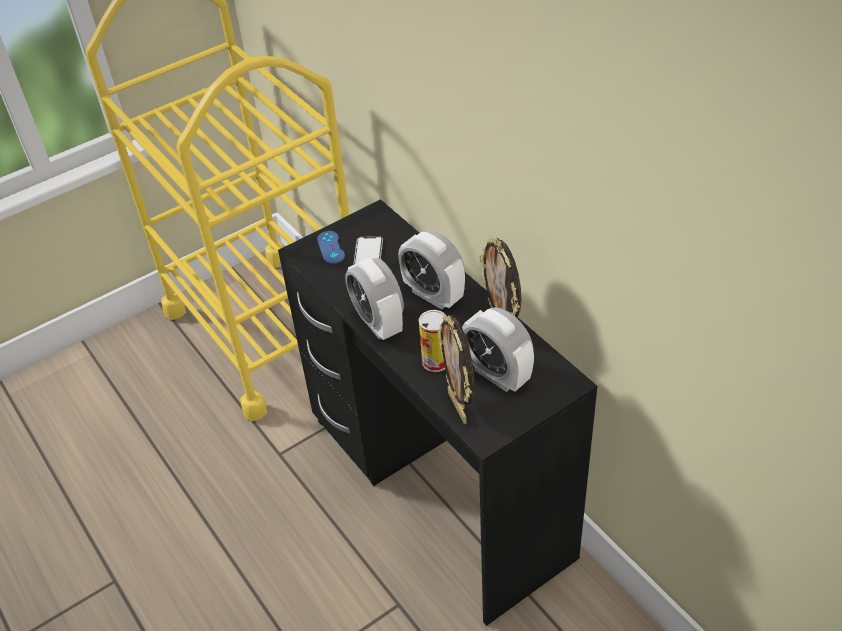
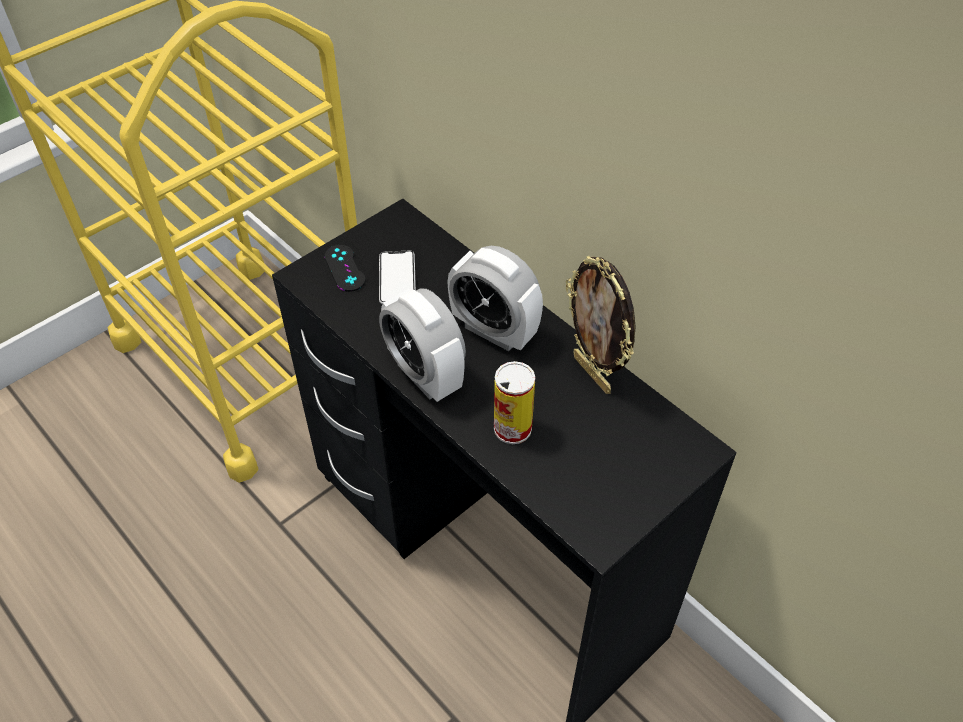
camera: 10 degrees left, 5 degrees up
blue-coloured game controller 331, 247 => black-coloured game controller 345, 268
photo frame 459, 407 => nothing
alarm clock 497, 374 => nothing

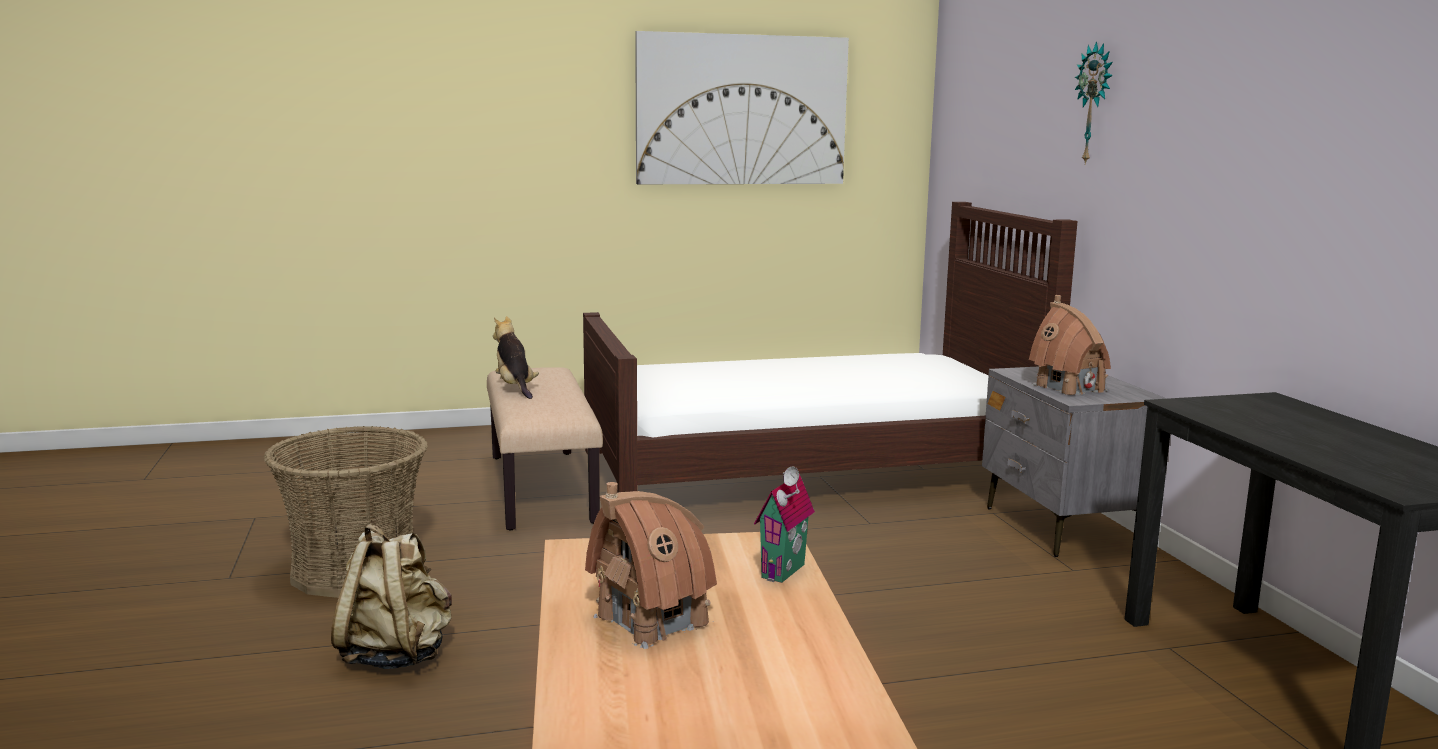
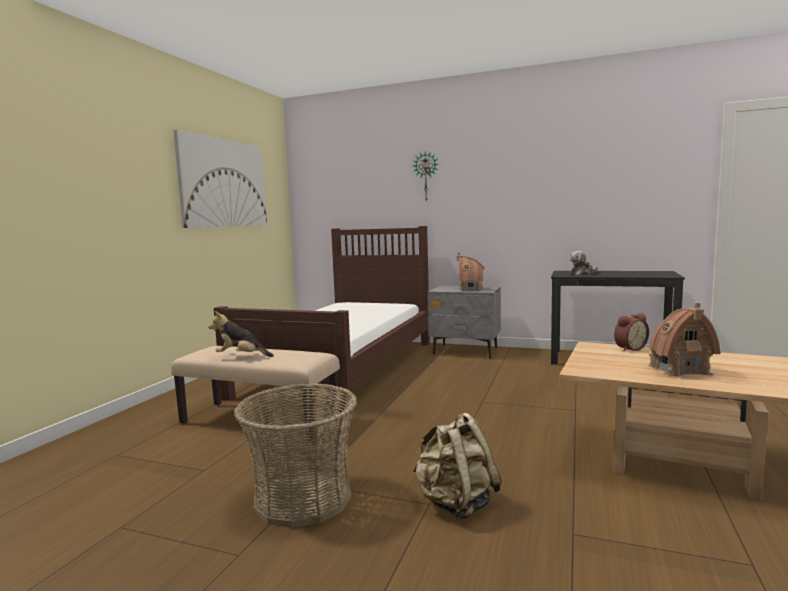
camera: 55 degrees left, 5 degrees down
toy house 786, 572 => alarm clock 629, 348
nothing => cuddly toy 582, 273

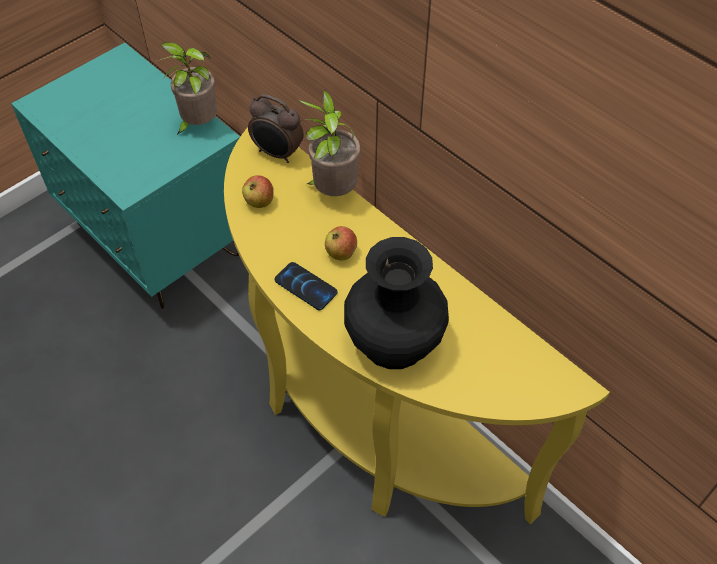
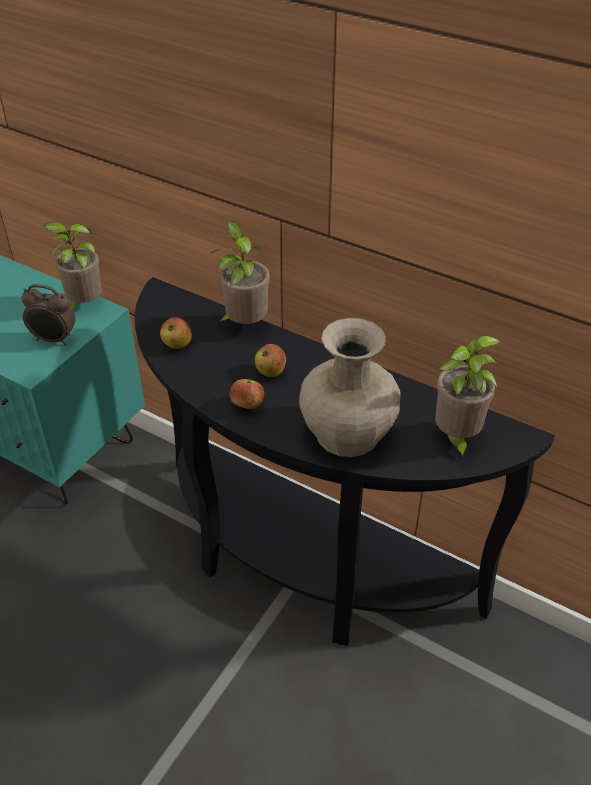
camera: 15 degrees left, 10 degrees down
yellow-coloured console table 365, 421 => black-coloured console table 300, 563
alarm clock 277, 154 => alarm clock 54, 340, moved
telephone 305, 286 => whole apple 247, 405
black-coloured flower vase 393, 342 => beige flower vase 347, 434
nothing => potted plant 456, 438

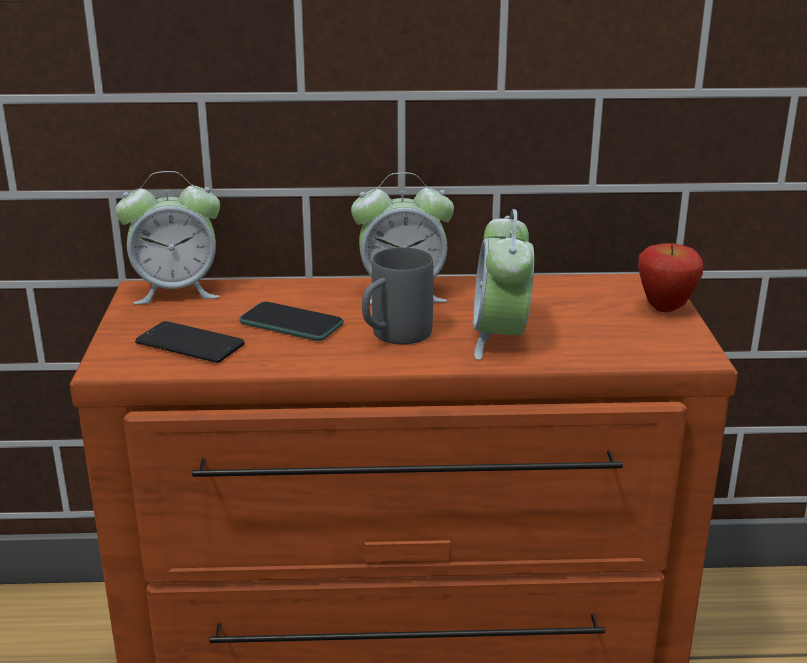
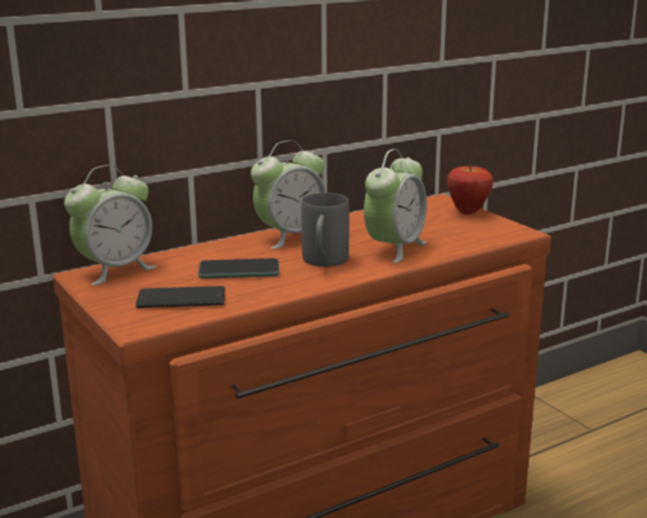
camera: 30 degrees left, 5 degrees down
alarm clock 500, 339 => alarm clock 395, 248, 120 degrees counterclockwise

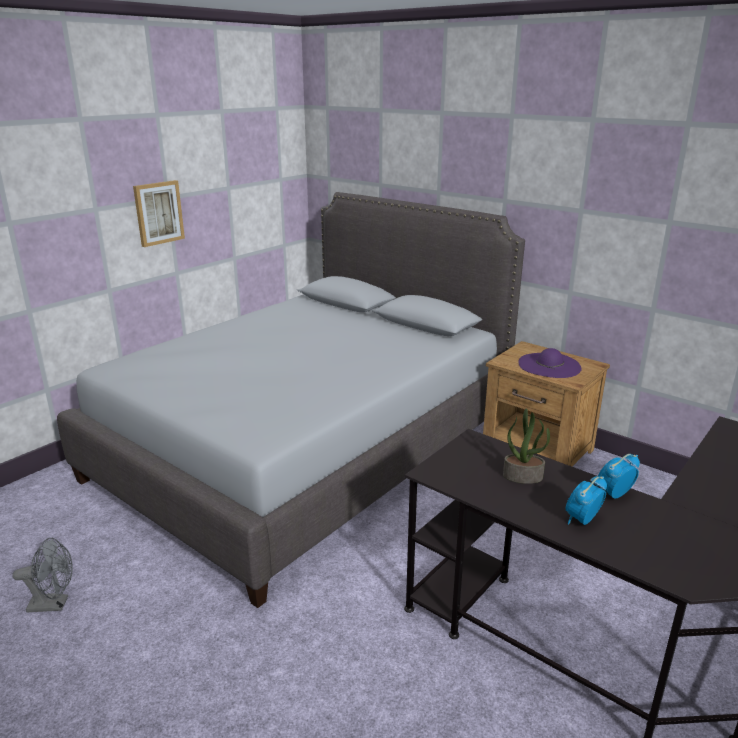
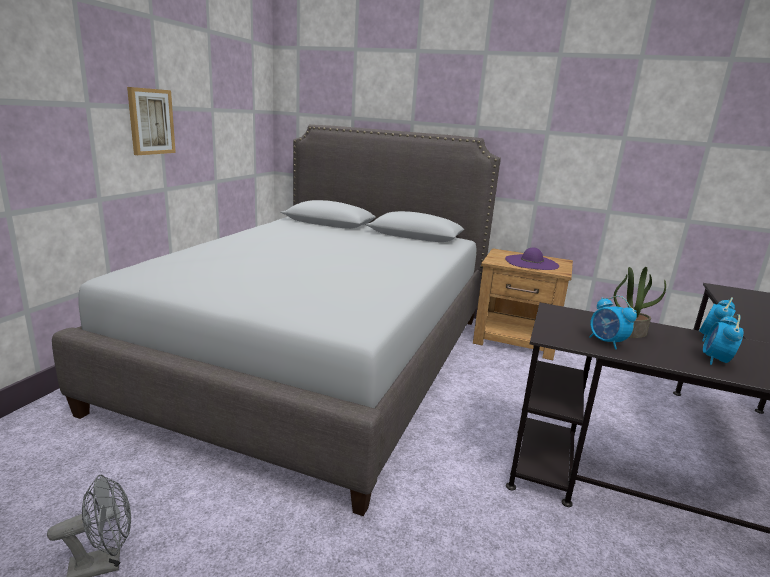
camera: 20 degrees left, 5 degrees down
nothing => alarm clock 606, 342

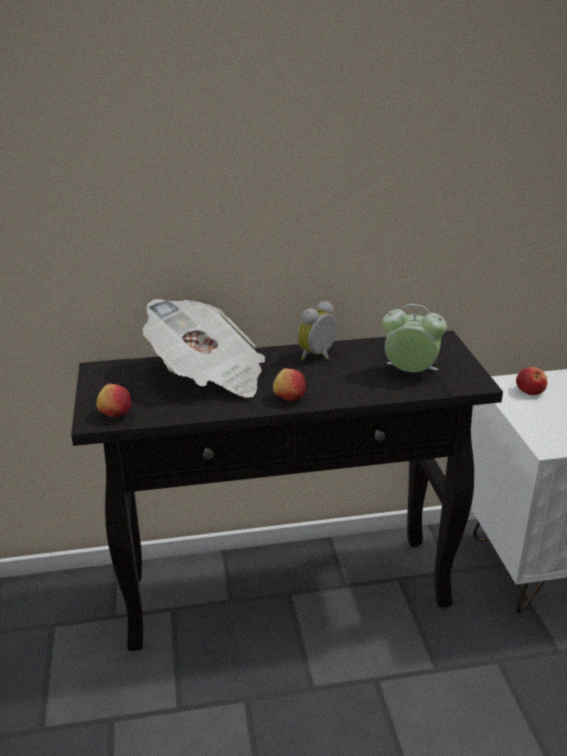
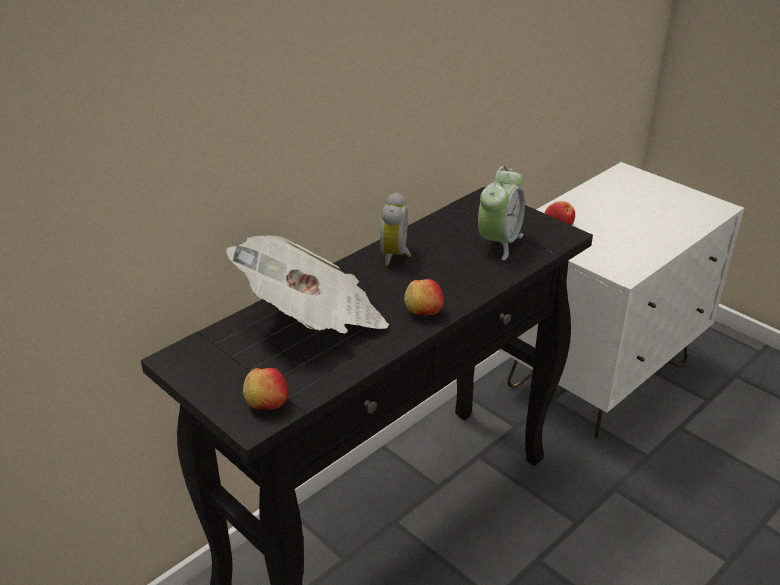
camera: 35 degrees left, 5 degrees up
alarm clock 410, 372 => alarm clock 499, 243, 135 degrees clockwise

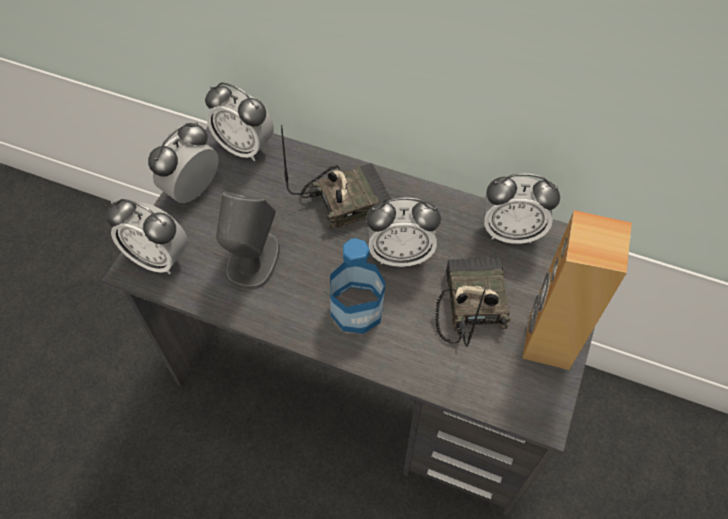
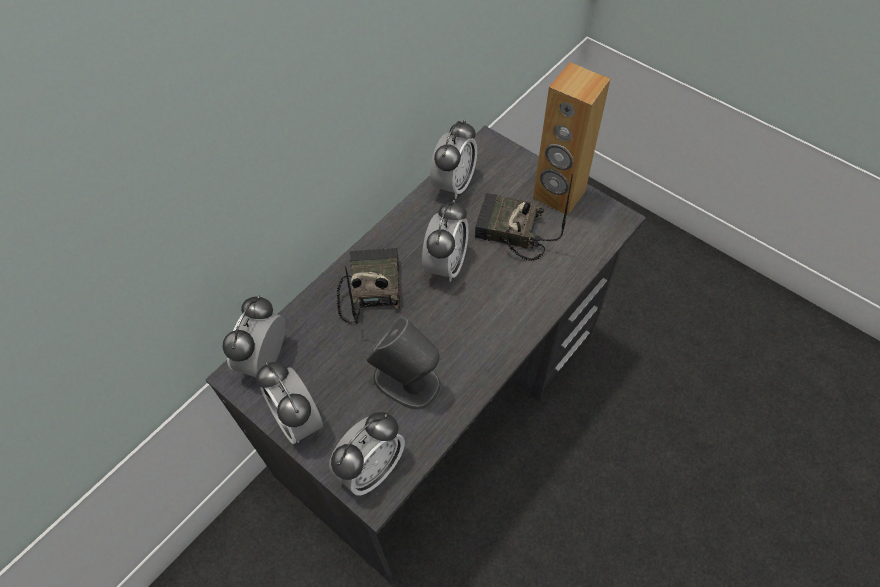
camera: 70 degrees left, 0 degrees up
alarm clock 245, 147 => alarm clock 265, 359, 150 degrees clockwise
drink bottle 357, 310 => nothing

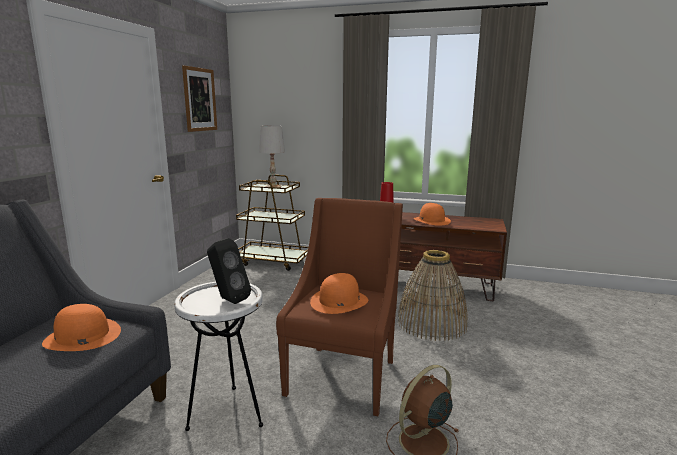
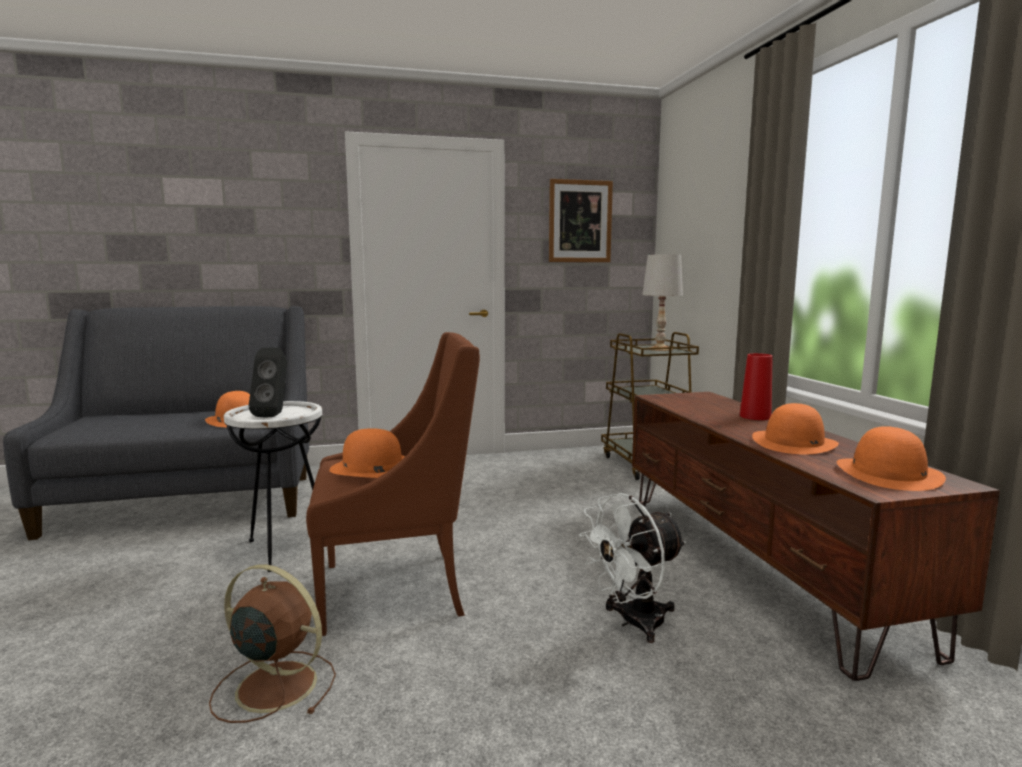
camera: 60 degrees right, 5 degrees down
storage basket 431, 323 => white electric fan 632, 622
nothing => orange clothing hat 888, 473

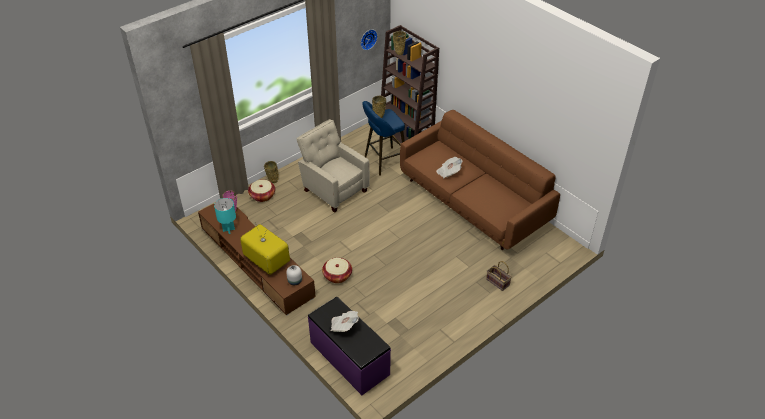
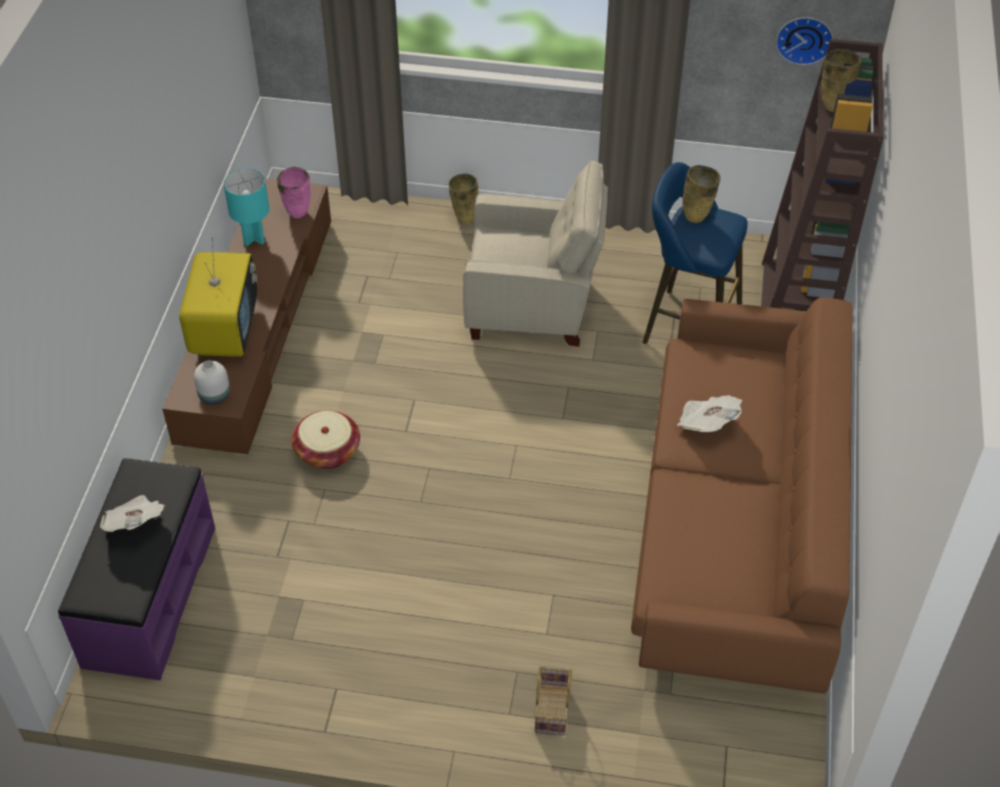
camera: 50 degrees right, 5 degrees up
storage basket 262, 196 => nothing
beige lounge chair 334, 189 => beige lounge chair 534, 307, 90 degrees clockwise

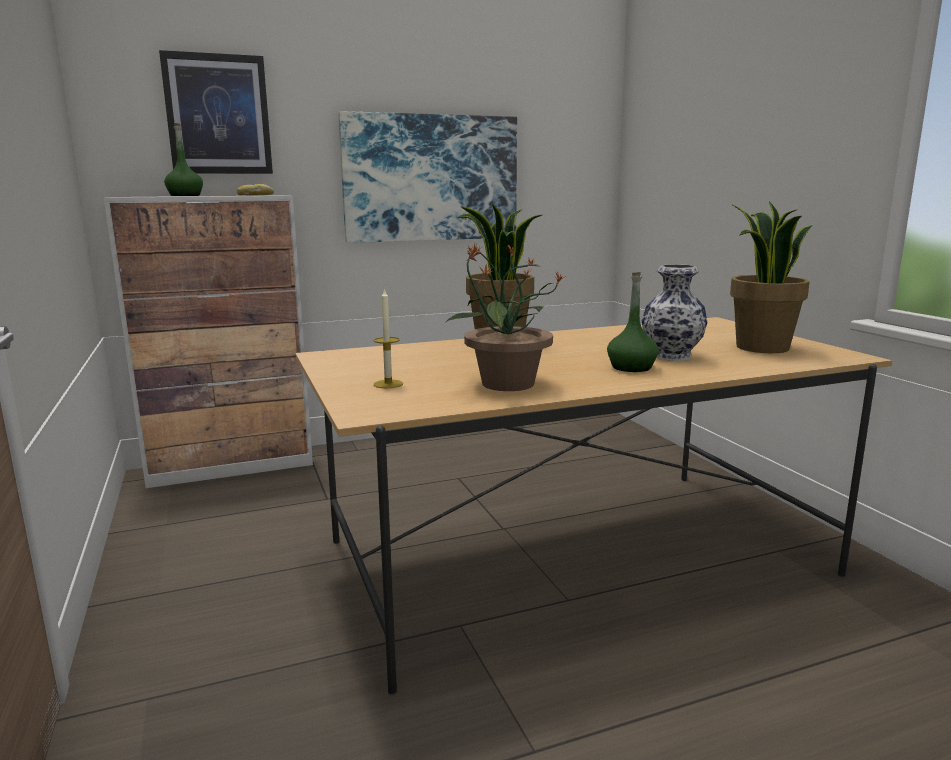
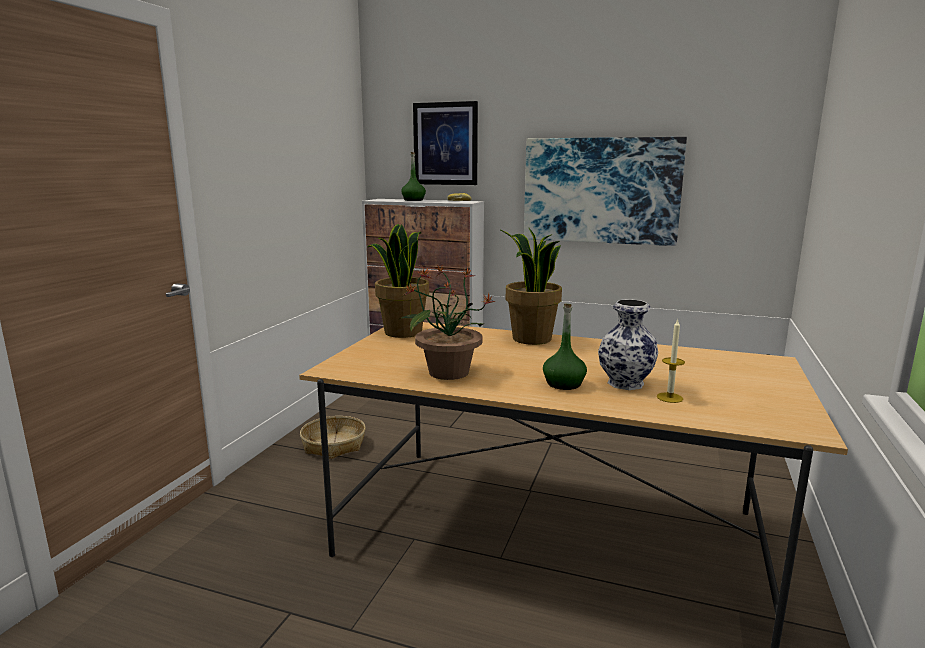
camera: 40 degrees right, 0 degrees up
wax candle 388, 384 => wax candle 669, 397, moved
potted plant 761, 347 => potted plant 402, 332, moved
nothing => storage basket 334, 445

